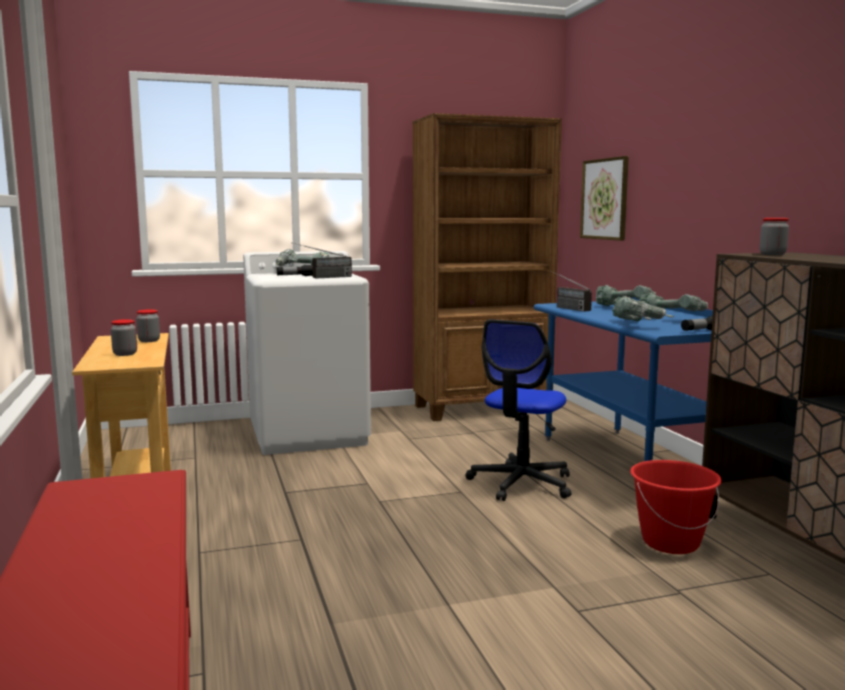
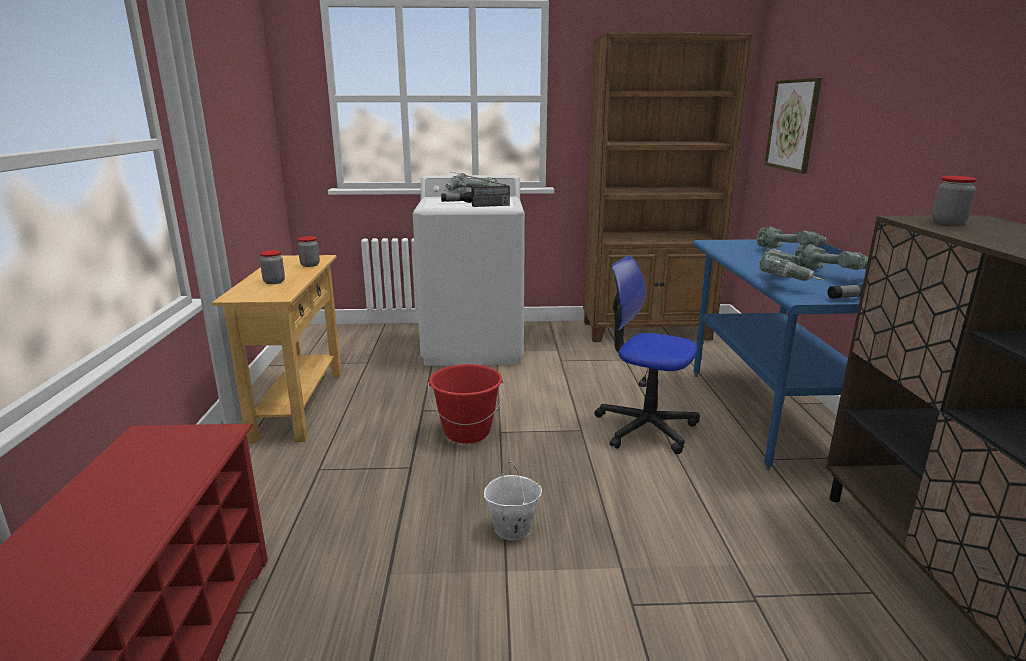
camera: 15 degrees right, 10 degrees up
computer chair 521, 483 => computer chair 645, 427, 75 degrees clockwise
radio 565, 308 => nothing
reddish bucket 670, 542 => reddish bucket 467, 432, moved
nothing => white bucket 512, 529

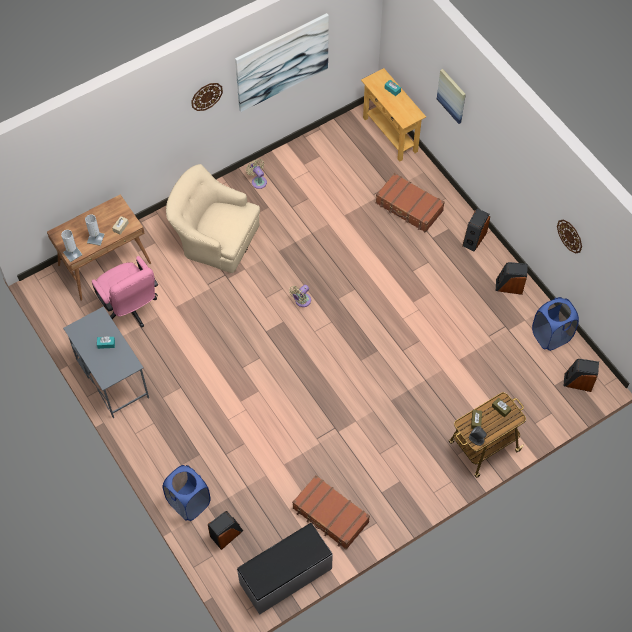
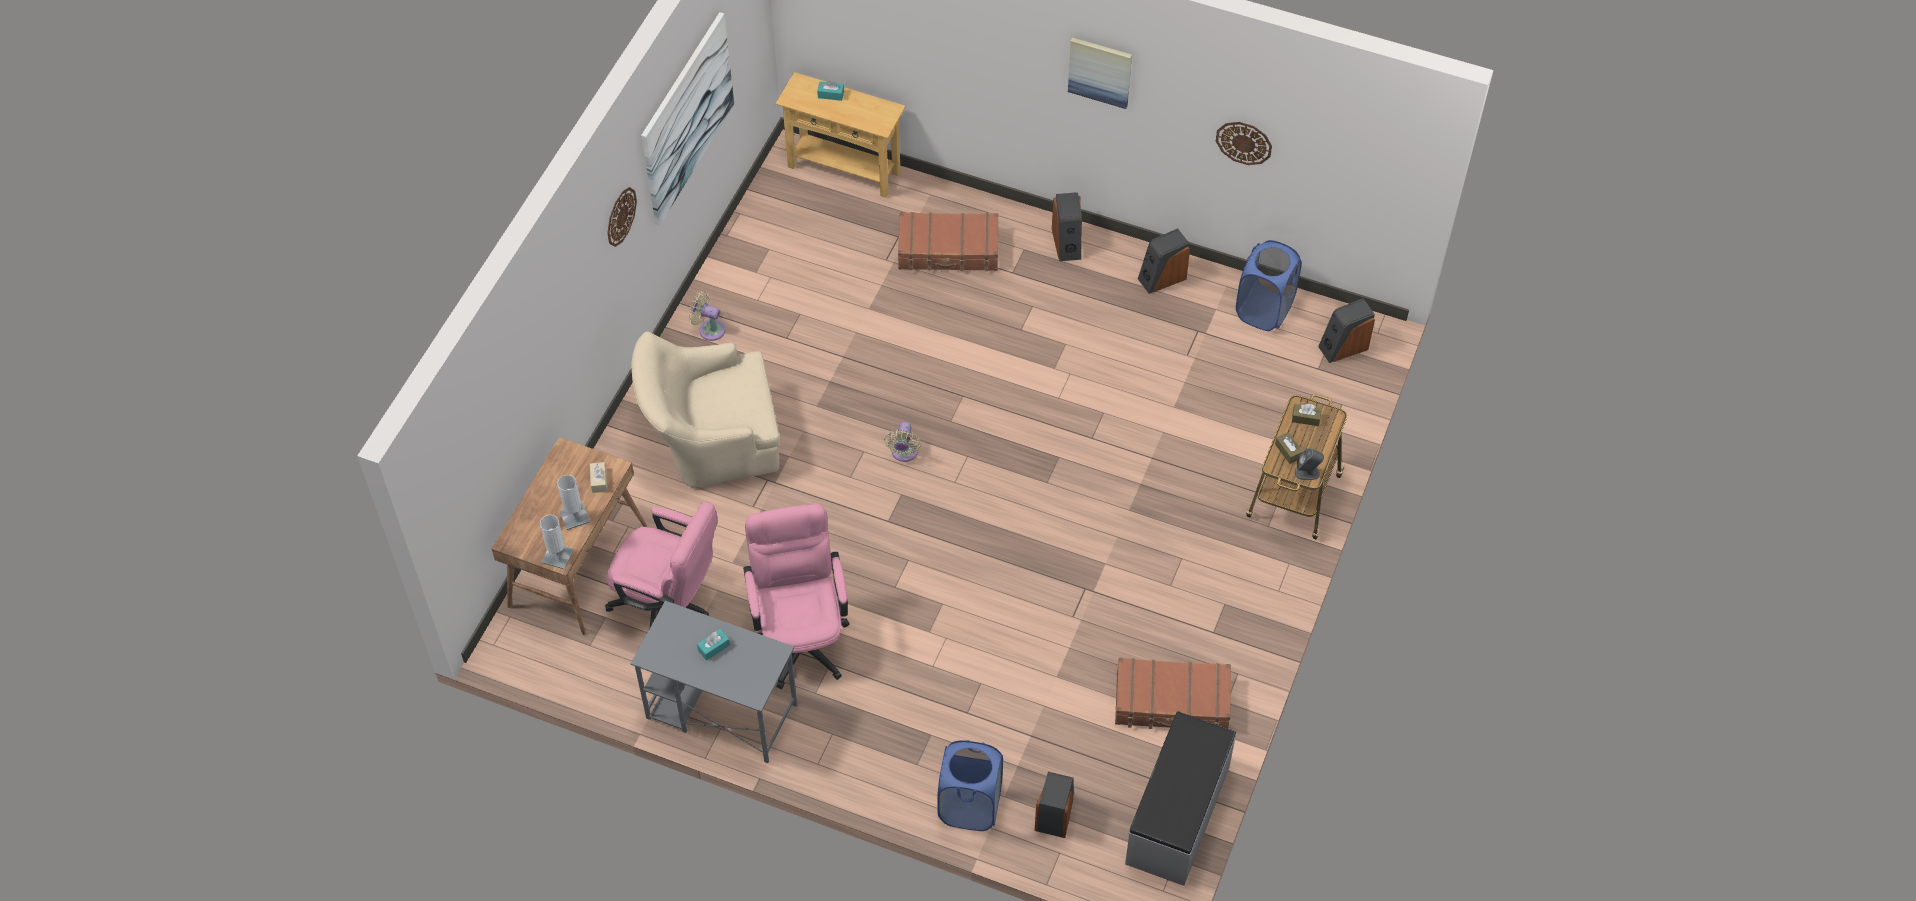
camera: 35 degrees left, 5 degrees down
wall picture 452, 95 => wall picture 1100, 71, moved
nothing => pink computer chair 801, 635

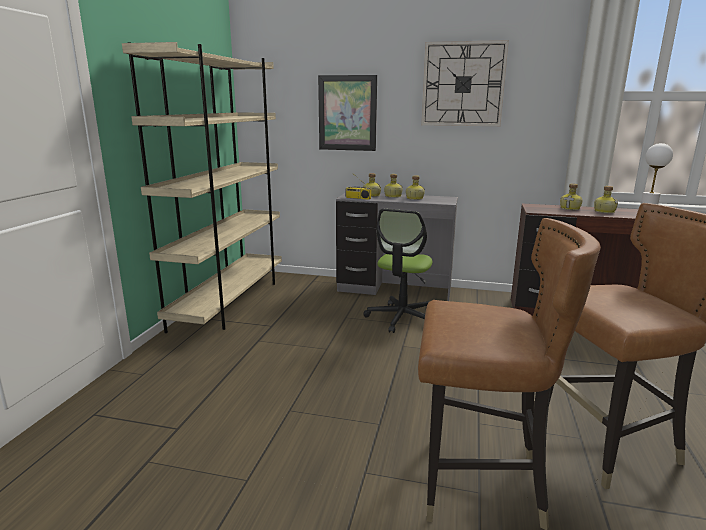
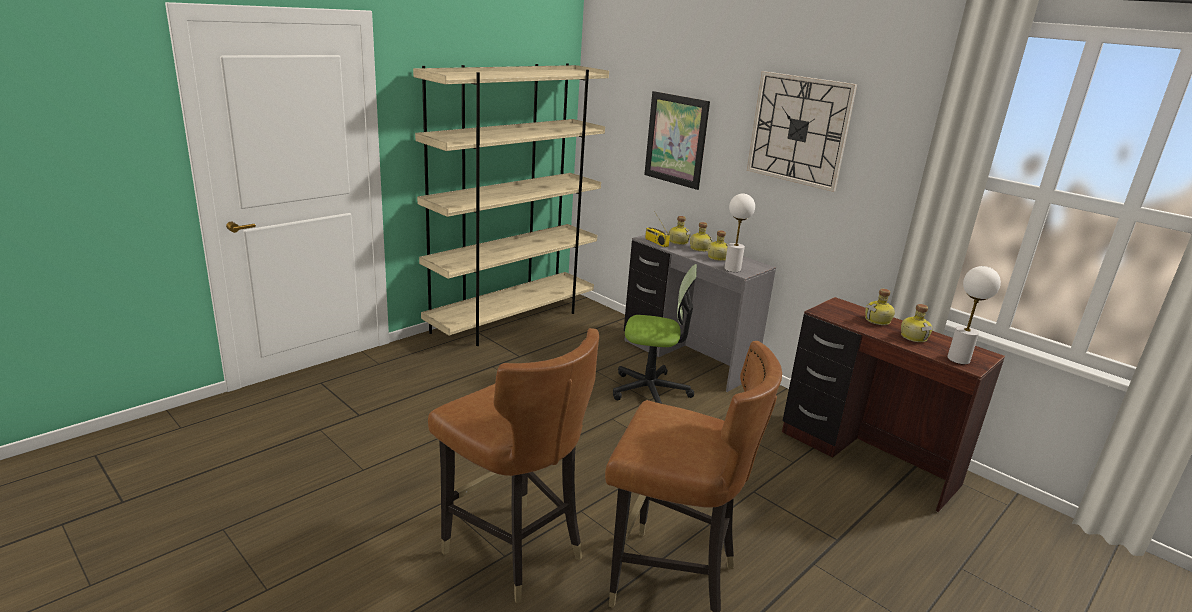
camera: 30 degrees right, 5 degrees up
computer chair 401, 318 => computer chair 650, 391, 135 degrees counterclockwise
nothing => white lamp for a table 732, 269

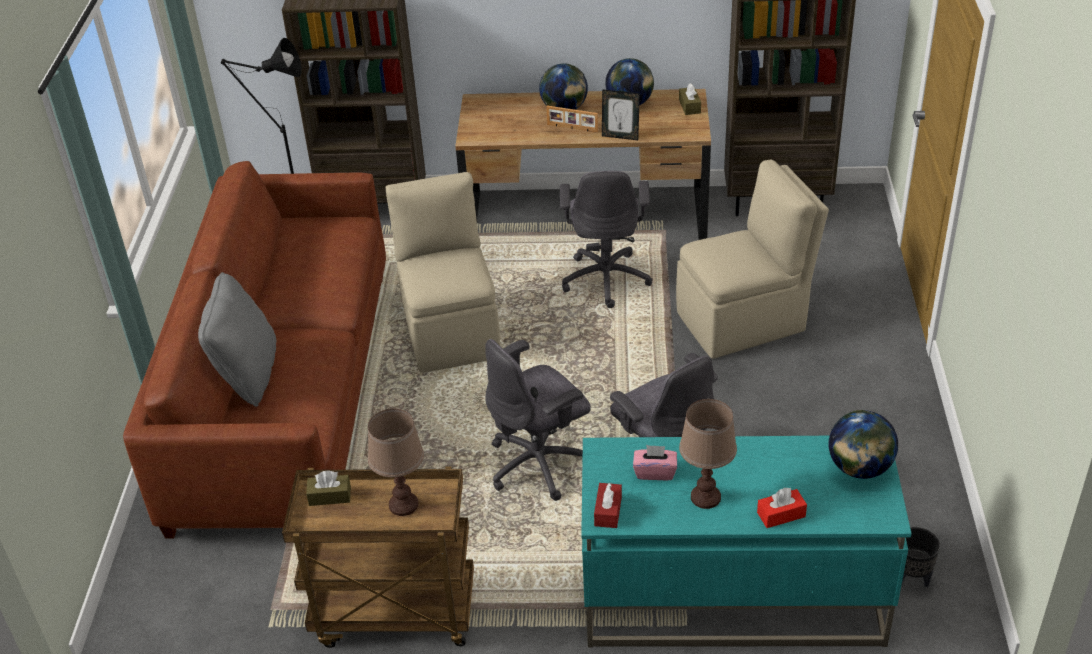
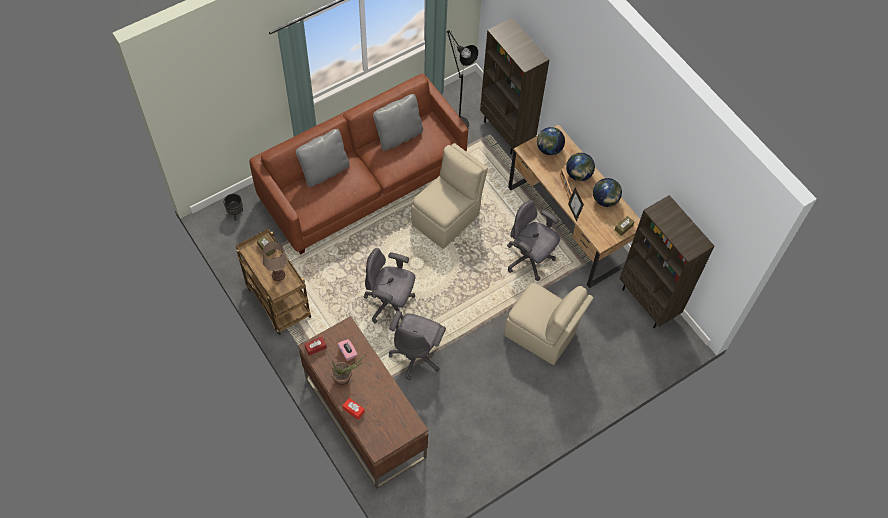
camera: 50 degrees right, 20 degrees up
greyish computer chair 606, 278 => greyish computer chair 529, 259, 75 degrees clockwise
turquoise-coloured desk 730, 597 => brownish desk 364, 417
brownish lamp for a table 706, 497 => potted plant 345, 378
world globe 859, 468 => world globe 549, 149, moved
black-coloured plant pot 910, 579 => black-coloured plant pot 235, 213, moved
nothing => greyish pillow 398, 136

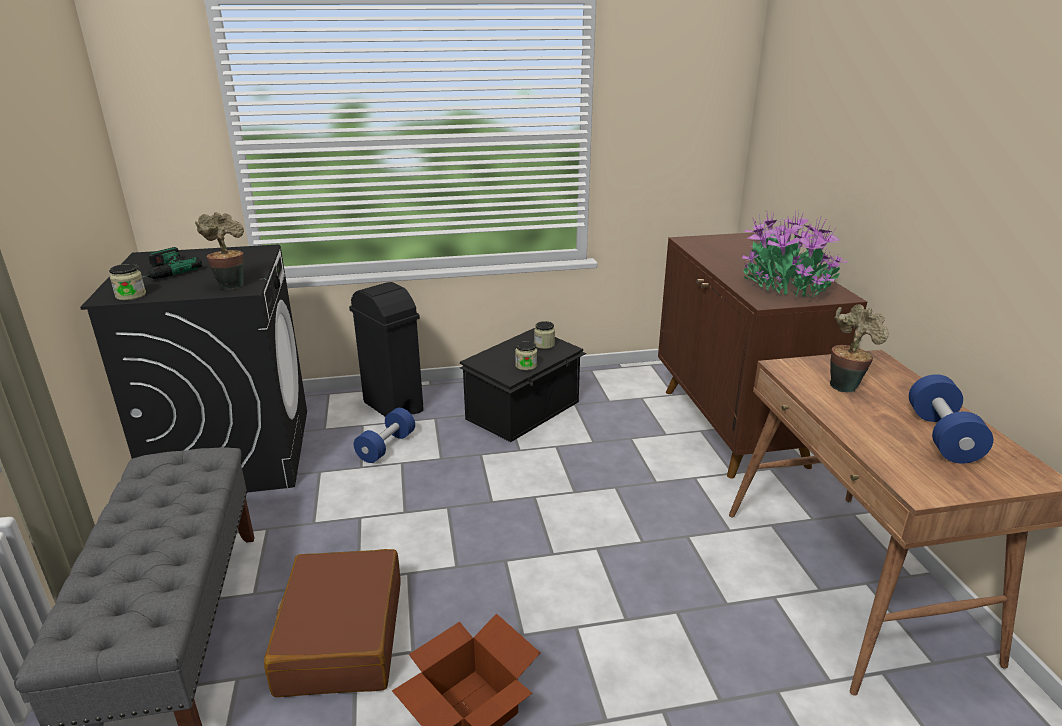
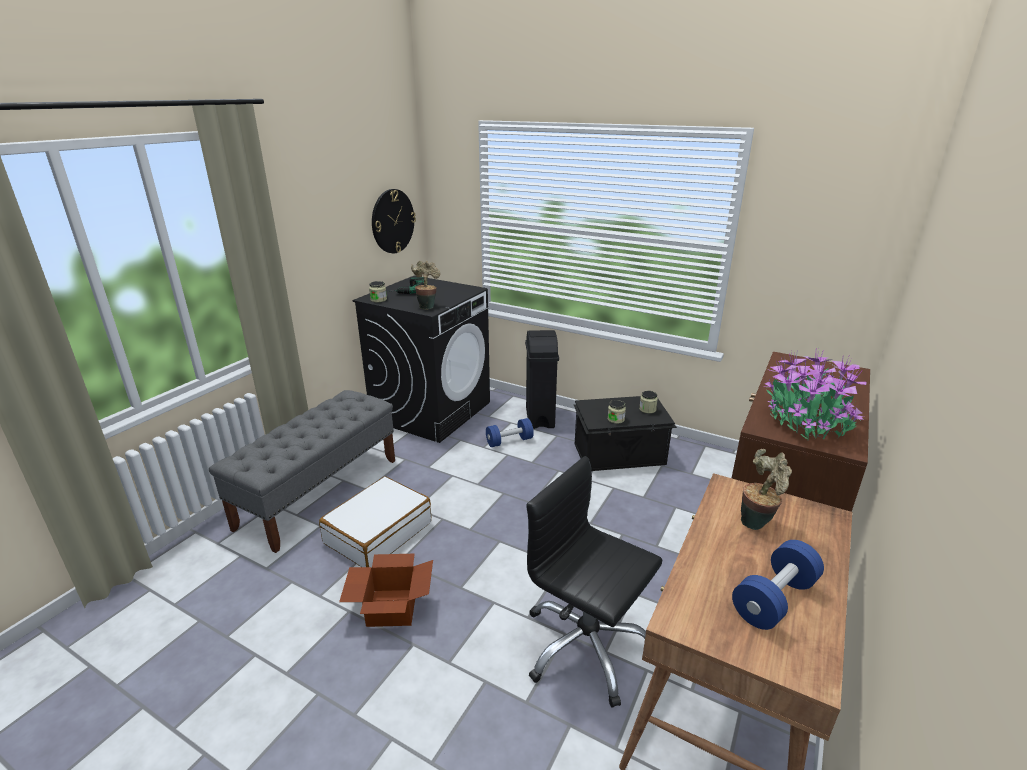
camera: 40 degrees right, 0 degrees up
brownish suitcase 340, 636 => white suitcase 378, 532
nothing => wall clock 392, 221
nothing => black-coloured computer chair 586, 646

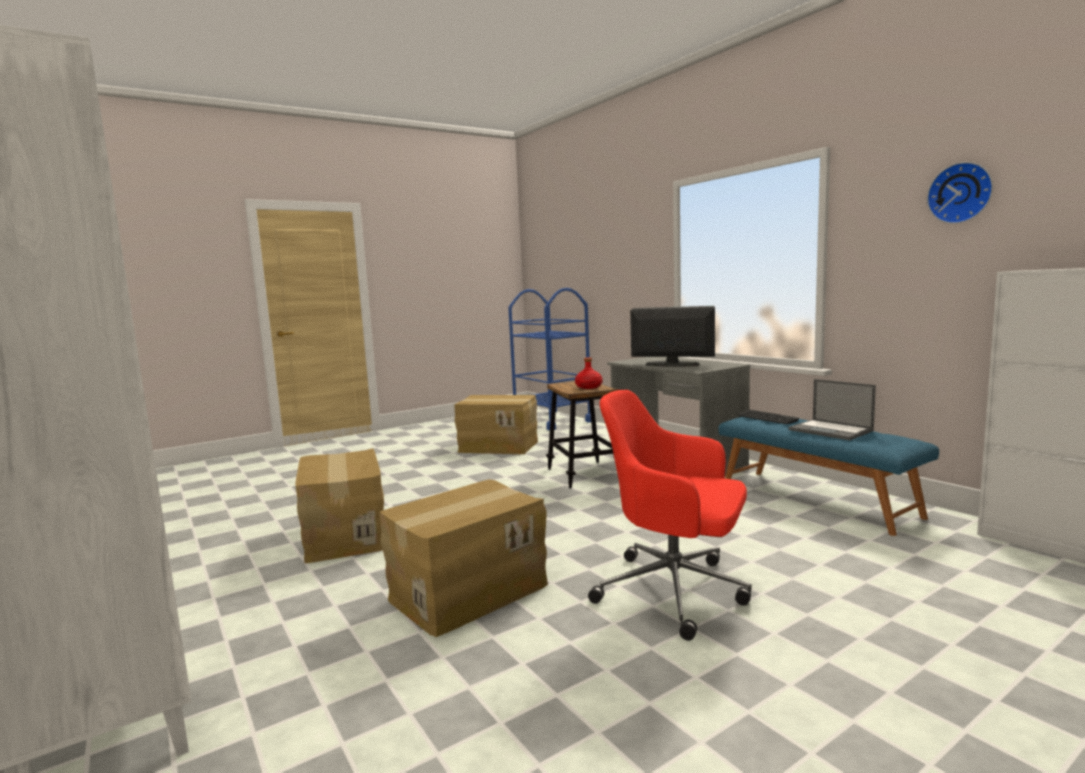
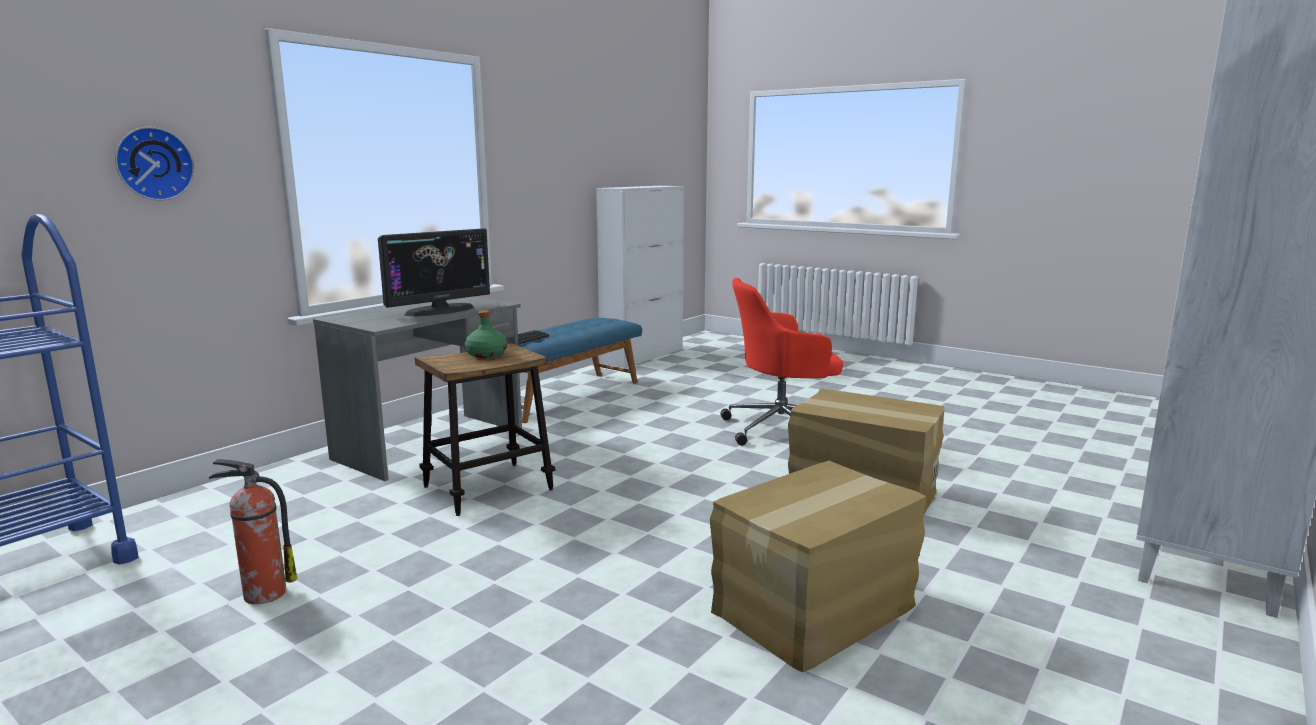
camera: 110 degrees left, 5 degrees up
carton 499, 446 => fire-fighting cylinder 262, 594
reddish drink bottle 588, 387 => green drink bottle 486, 355
reddish computer chair 675, 591 => reddish computer chair 781, 429, 75 degrees clockwise
monitor 672, 365 => monitor 439, 310, 135 degrees counterclockwise
notebook computer 831, 430 => nothing
wall clock 961, 193 => wall clock 153, 164, moved

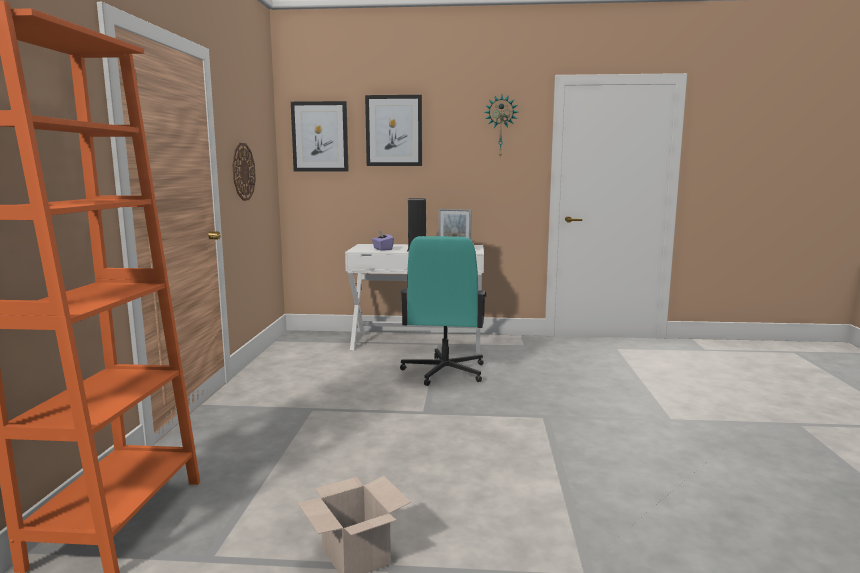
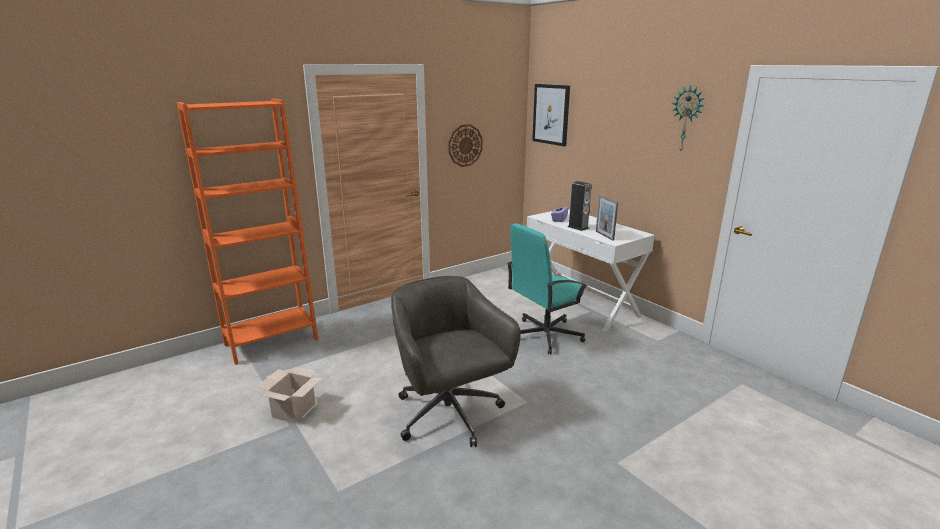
camera: 50 degrees right, 10 degrees up
wall picture 394, 131 => nothing
nothing => greyish computer chair 449, 415

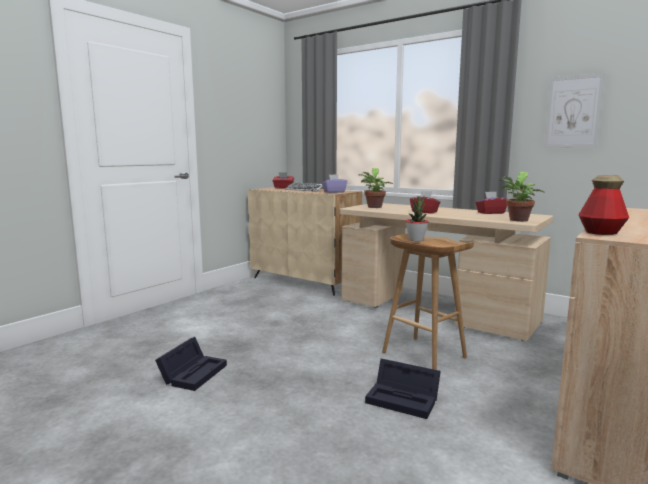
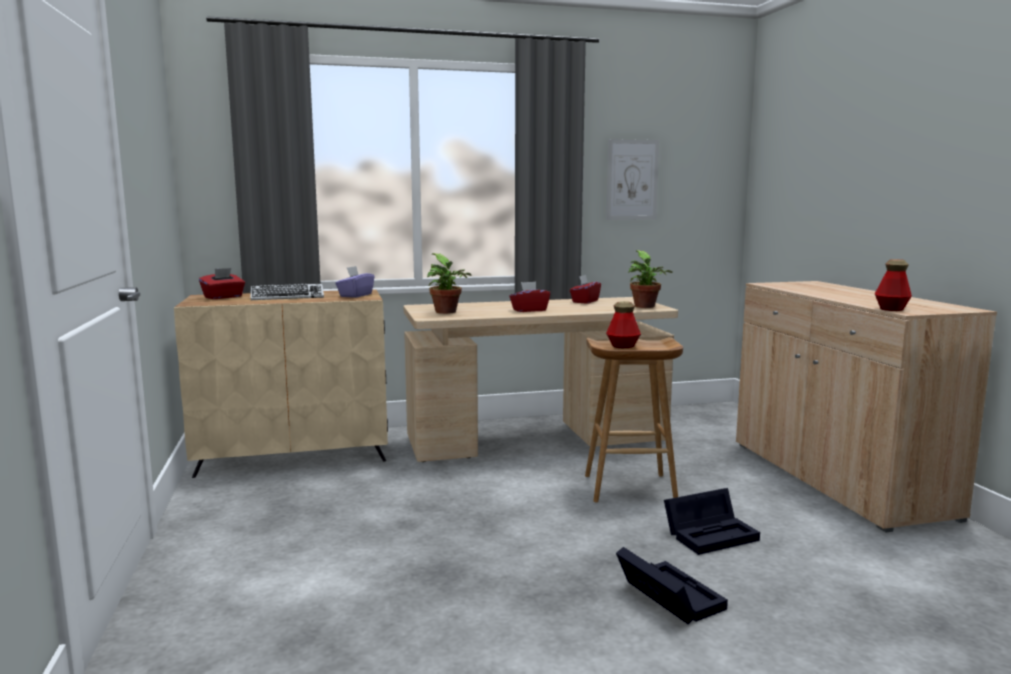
camera: 50 degrees left, 0 degrees up
black-coloured storage bin 193, 373 => black-coloured storage bin 666, 596, moved
potted plant 416, 240 => drink bottle 623, 346

